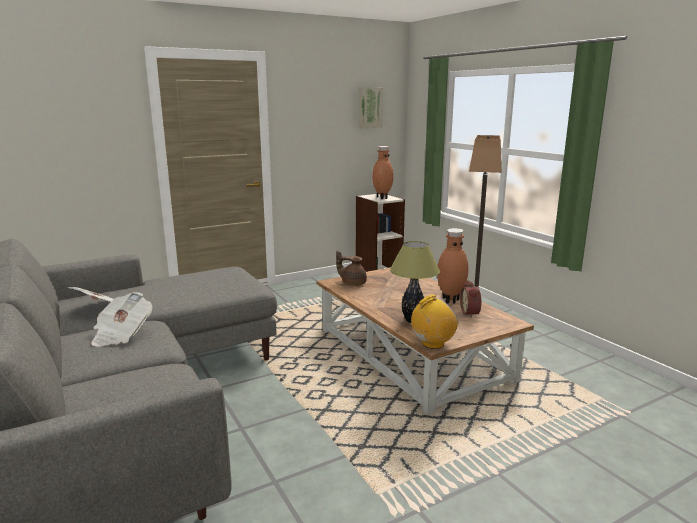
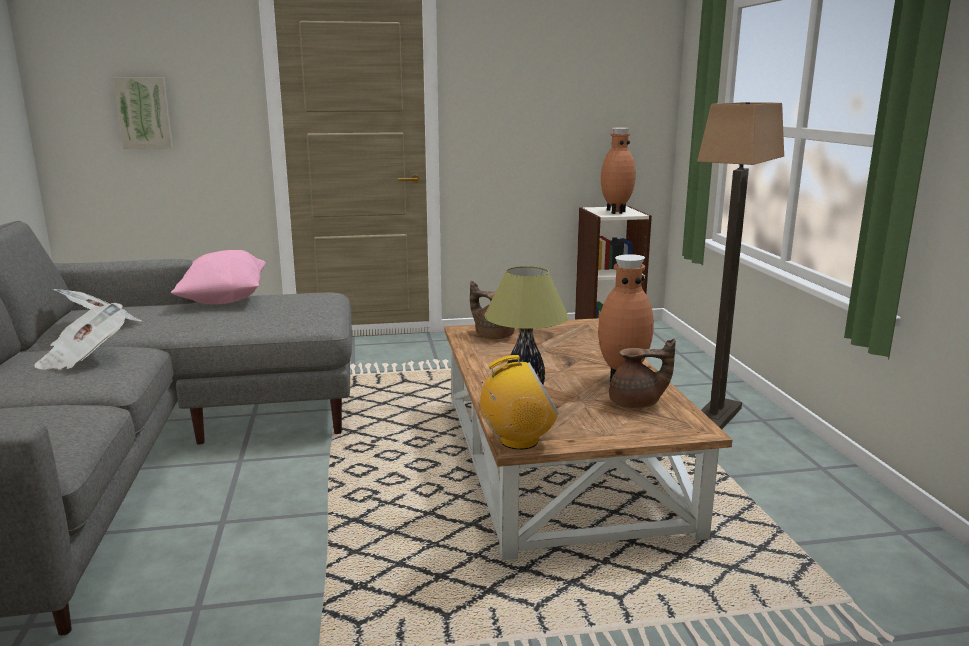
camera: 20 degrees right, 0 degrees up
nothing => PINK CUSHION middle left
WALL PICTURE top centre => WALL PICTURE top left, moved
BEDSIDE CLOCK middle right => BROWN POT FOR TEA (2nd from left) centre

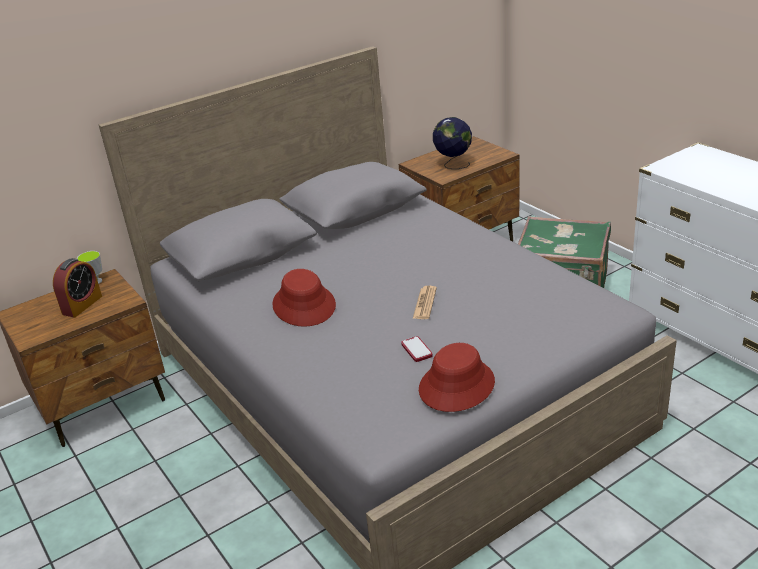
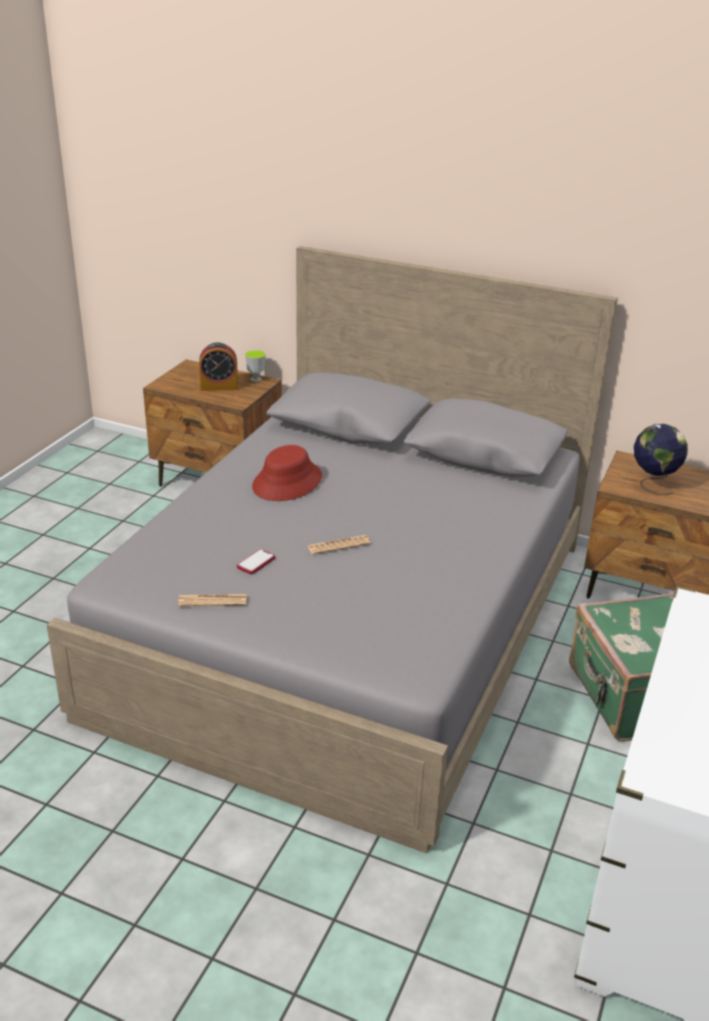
camera: 55 degrees right, 0 degrees up
RED-COLOURED HAT (2nd from left) centre => NEWSPAPER (1st from left) middle left

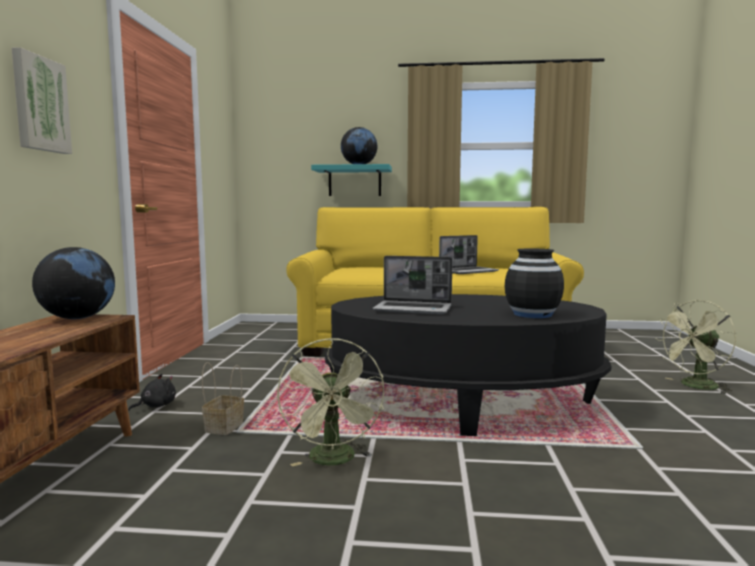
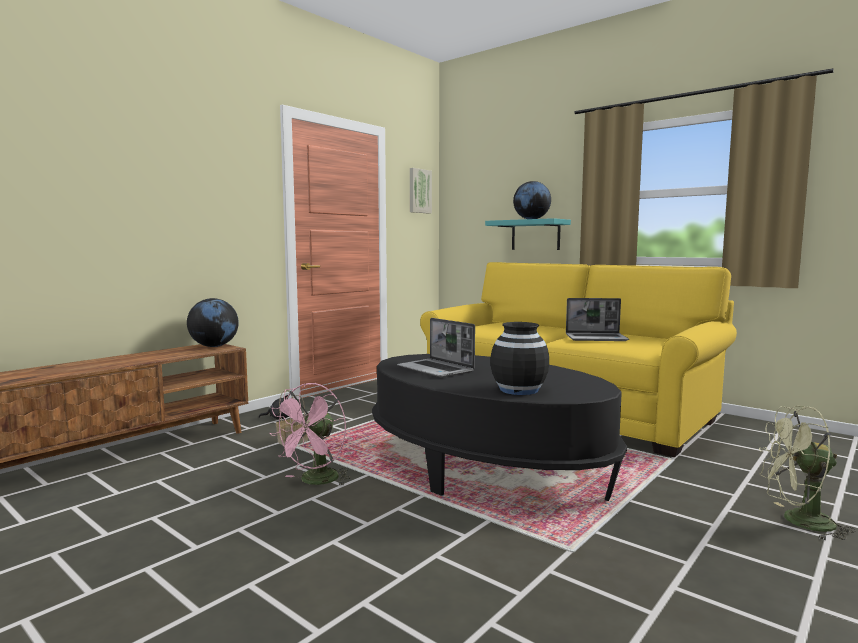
camera: 35 degrees right, 0 degrees up
WALL PICTURE top left => WALL PICTURE top centre, moved
GREEN-COLOURED ELECTRIC FAN (1st from left) bottom centre => PINK ELECTRIC FAN bottom centre

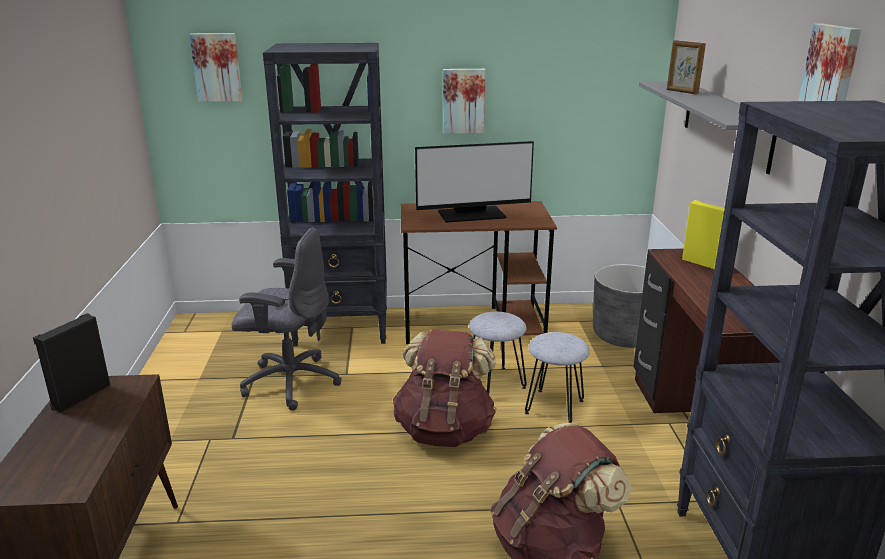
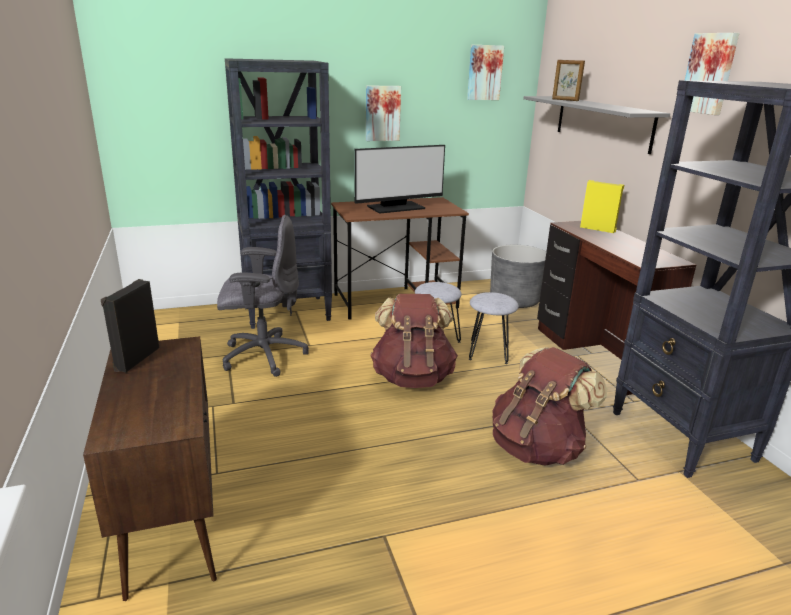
camera: 15 degrees left, 0 degrees up
WALL PICTURE (1st from left in the first image) top left => WALL PICTURE (2nd from left) top centre, moved

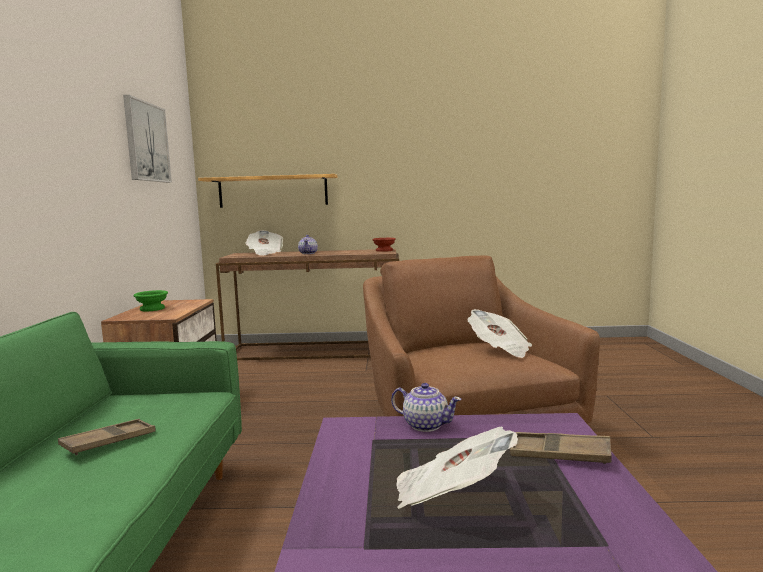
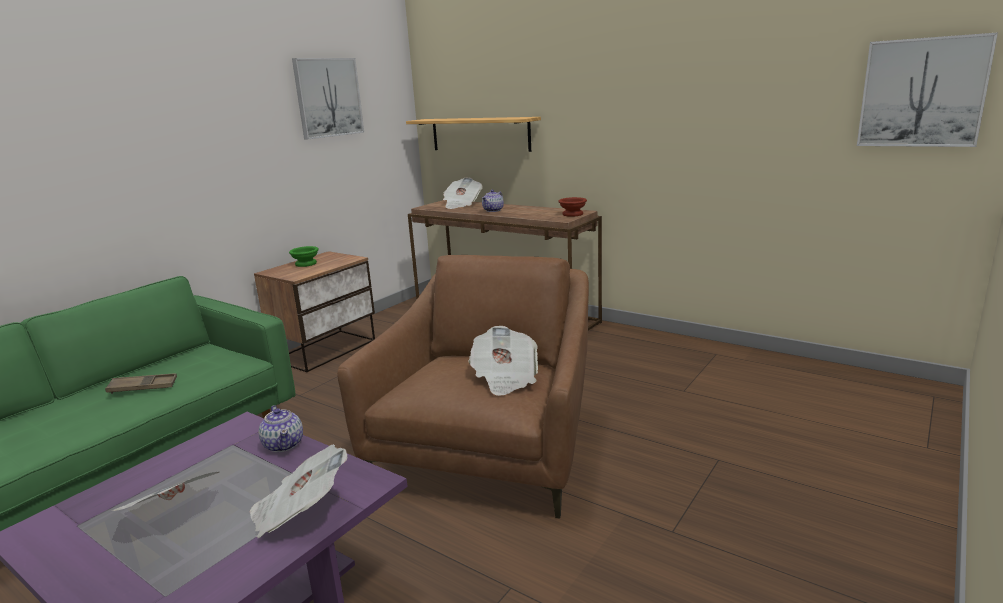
camera: 35 degrees right, 10 degrees up
nothing => WALL PICTURE (2nd from left) top right
BROWN TRAY (2nd from left) bottom right => NEWSPAPER (2nd from left) bottom left

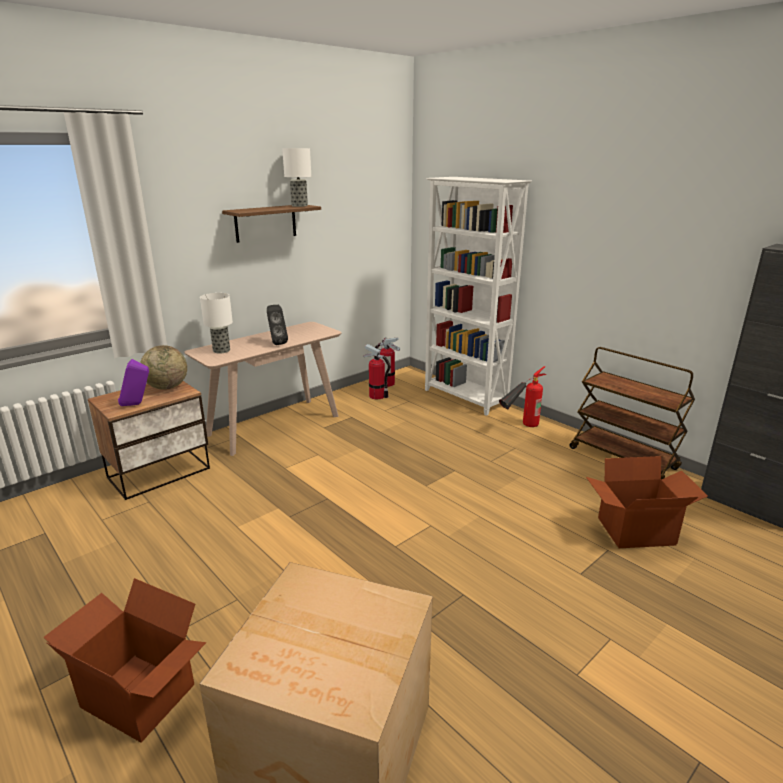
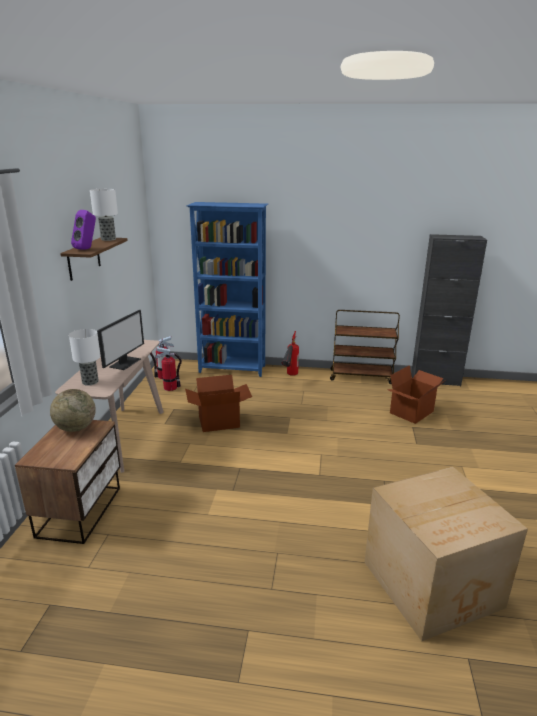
camera: 40 degrees left, 0 degrees up
CARTON (1st from left) bottom left => CARTON (1st from left) centre, moved
PURPLE-COLOURED SPEAKER middle left => PURPLE-COLOURED SPEAKER top left, moved
BLACK-COLOURED SPEAKER centre => MONITOR middle left
WHITE-COLOURED BOOKCASE centre => BLUE-COLOURED BOOKCASE centre

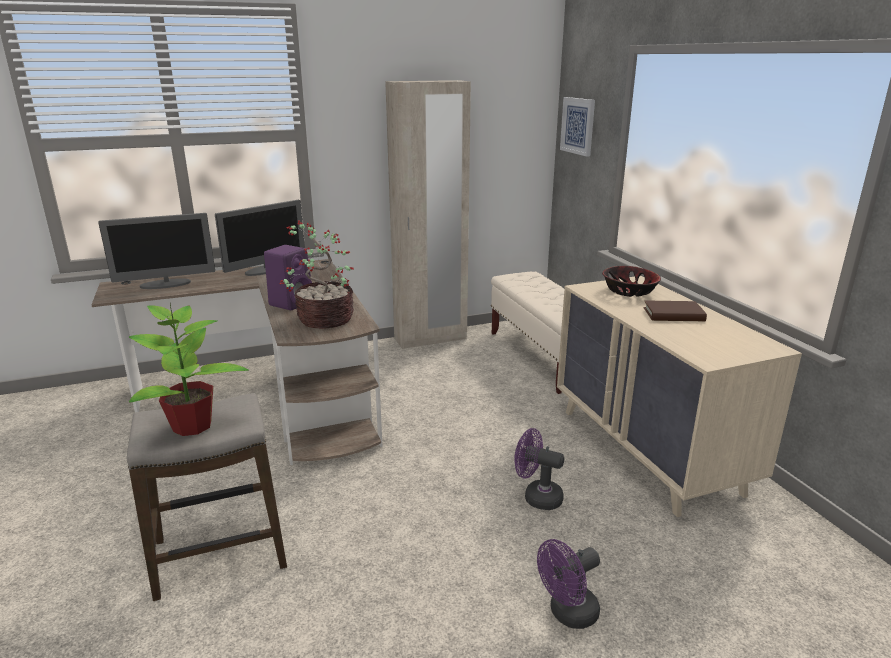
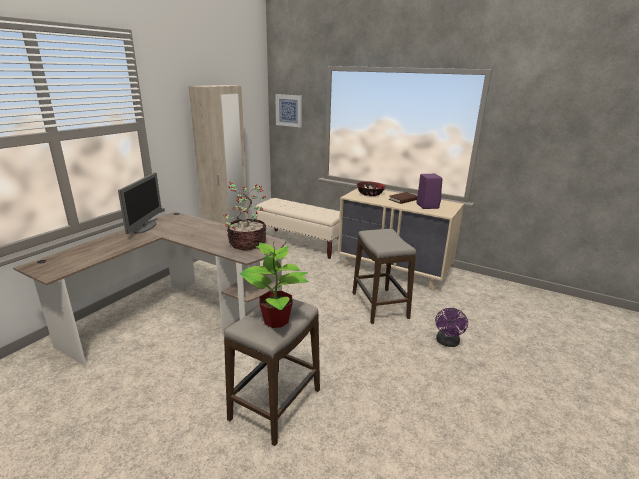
camera: 40 degrees left, 0 degrees up
MONITOR (1st from left) middle left => nothing
PURPLE-COLOURED SPEAKER middle left => PURPLE-COLOURED SPEAKER middle right, moved
PURPLE-COLOURED ELECTRIC FAN (1st from left) bottom centre => STOOL (2nd from left) centre

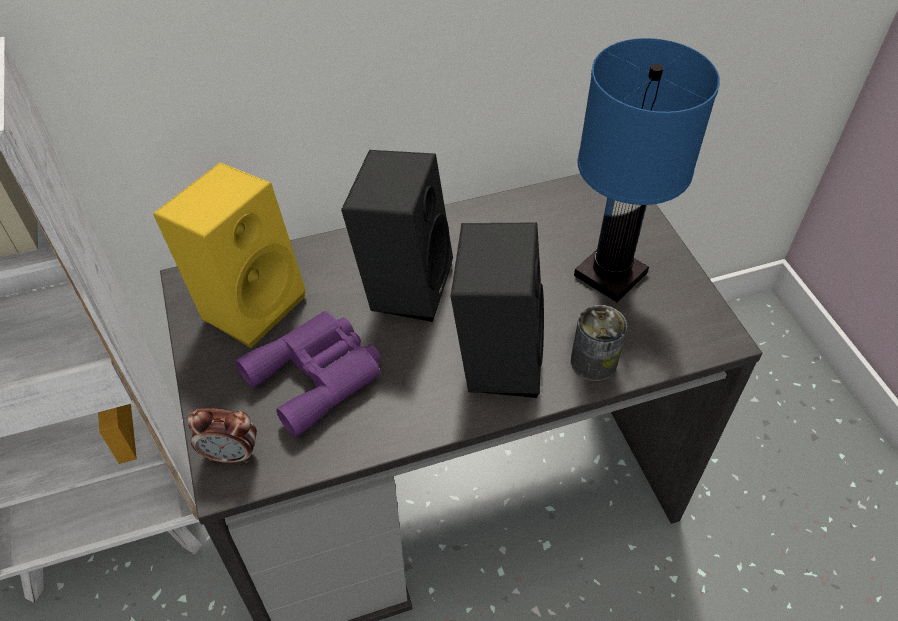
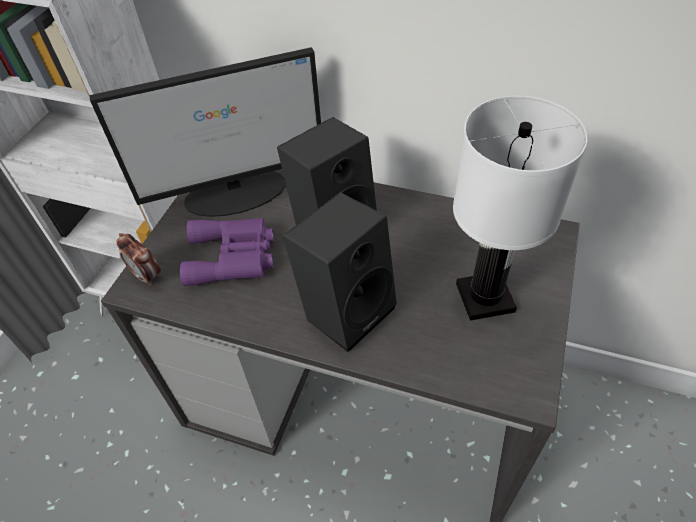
camera: 40 degrees right, 0 degrees up
SEALED CAN middle right => nothing
YELLOWISH SPEAKER middle left => MONITOR top left
BLUE-COLOURED LAMP FOR A TABLE top right => WHITE-COLOURED LAMP FOR A TABLE middle right

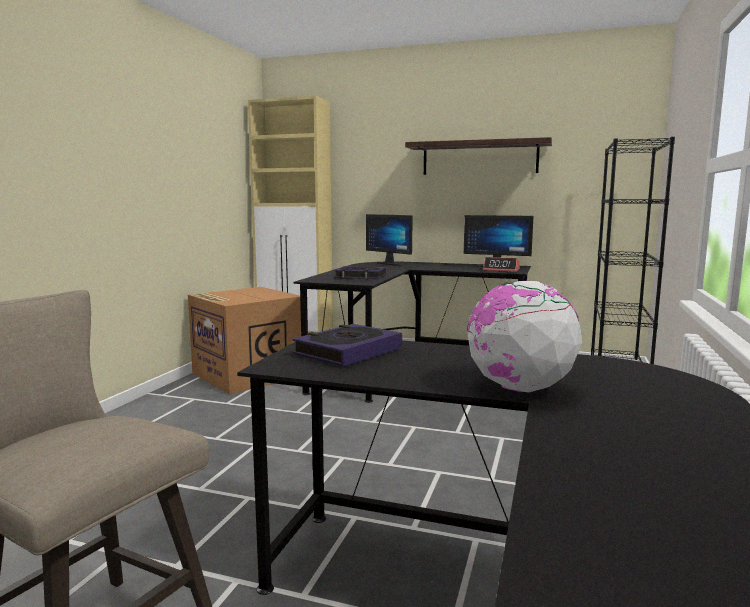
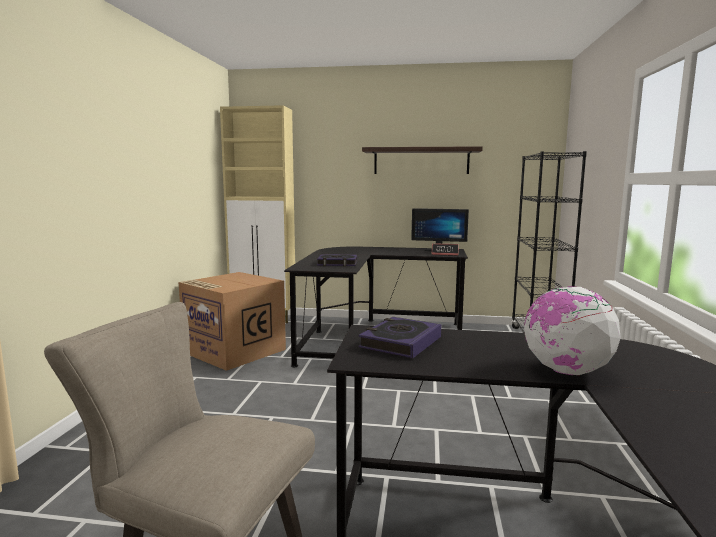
camera: 10 degrees left, 0 degrees up
MONITOR (1st from left) centre => nothing

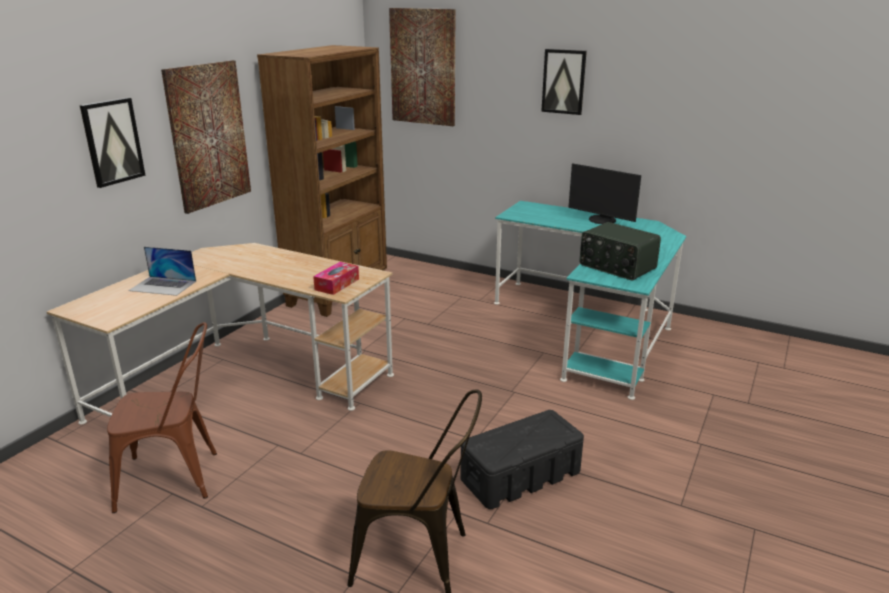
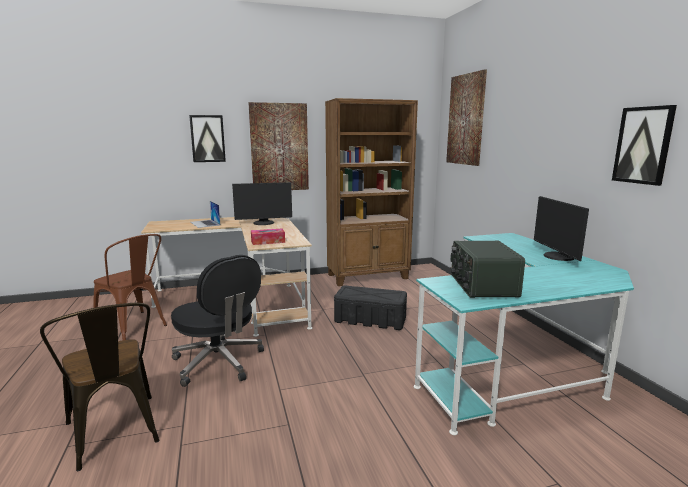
camera: 45 degrees right, 10 degrees down
nothing => BLACK-COLOURED OFFICE CHAIR middle left
nothing => MONITOR (1st from left) centre
BLACK-COLOURED STORAGE CONTAINER bottom centre => BLACK-COLOURED STORAGE CONTAINER centre, moved
WALL PICTURE (4th from left) top centre => WALL PICTURE (4th from left) top right, moved

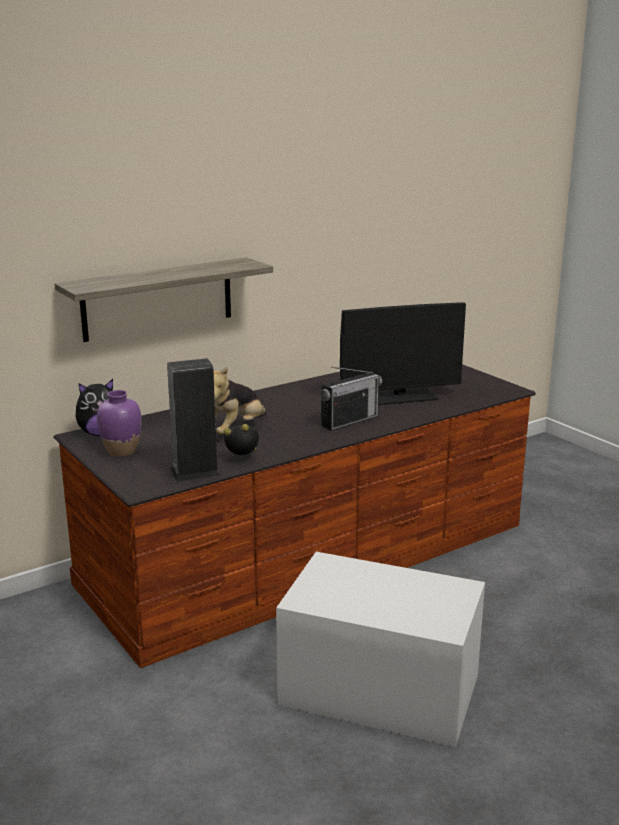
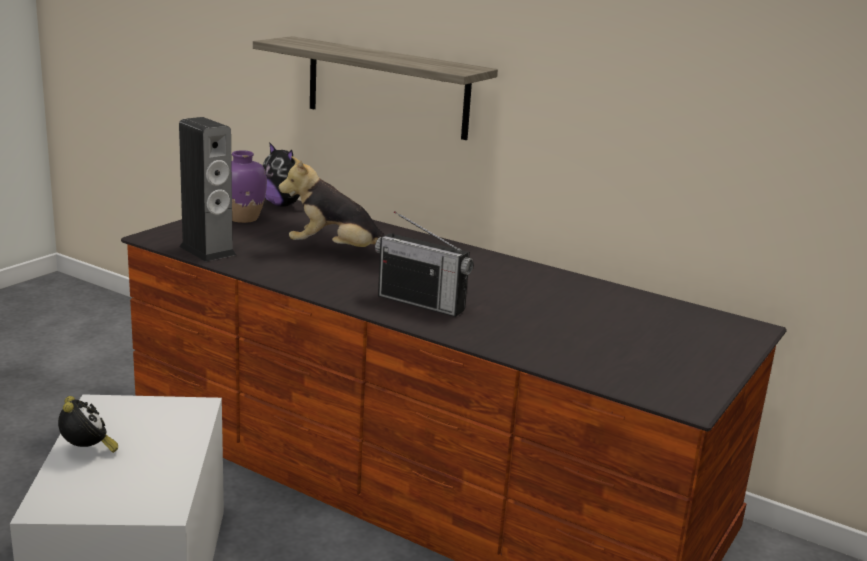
camera: 65 degrees right, 0 degrees up
MONITOR centre => nothing
BEDSIDE CLOCK centre => BEDSIDE CLOCK bottom left, moved

